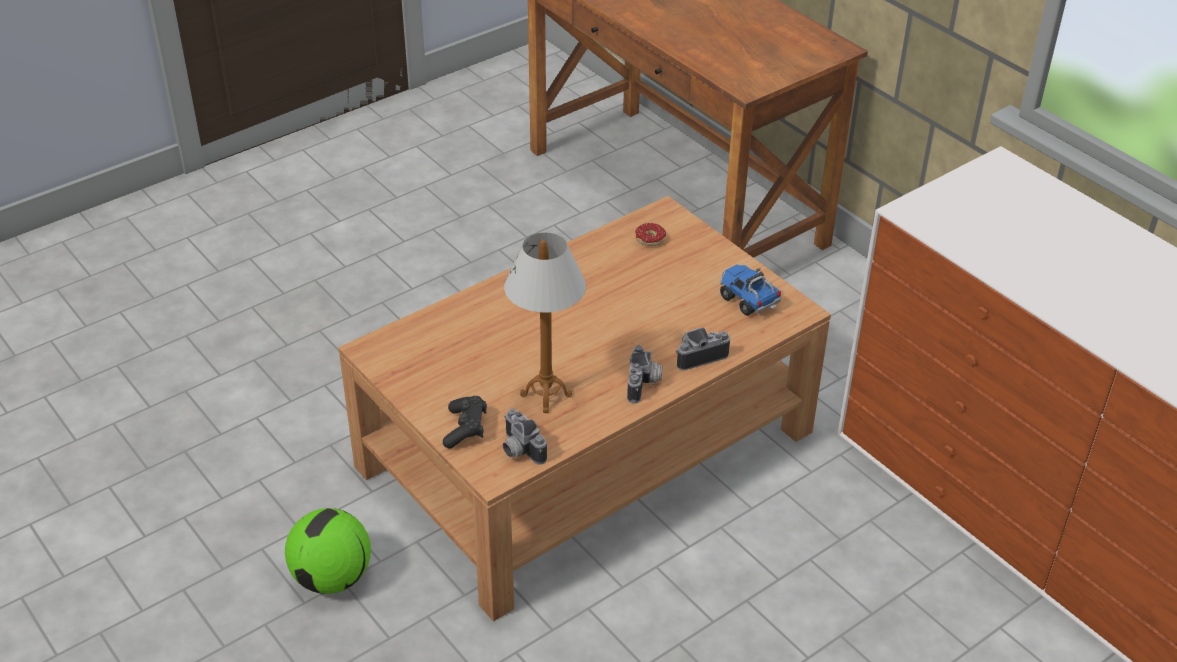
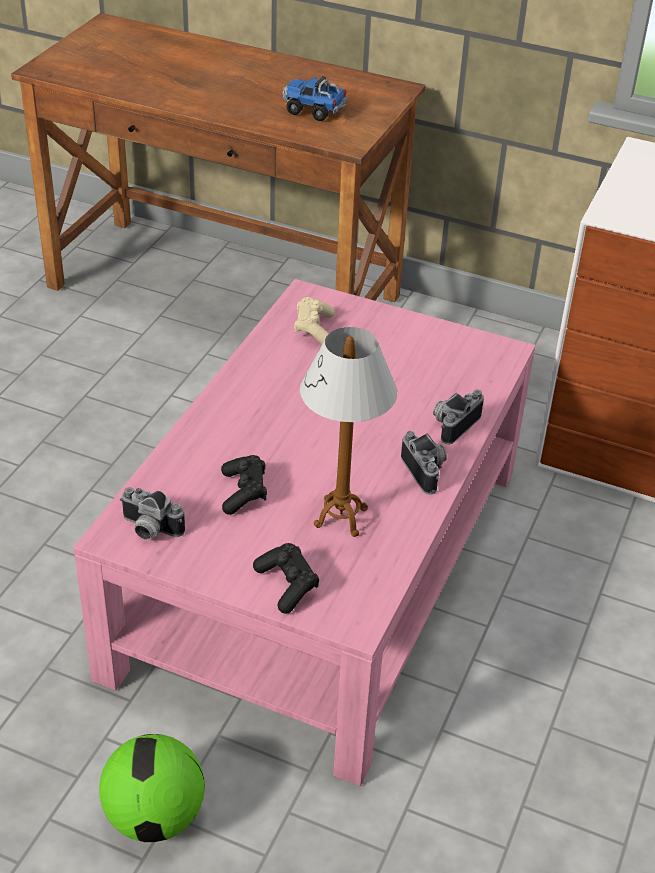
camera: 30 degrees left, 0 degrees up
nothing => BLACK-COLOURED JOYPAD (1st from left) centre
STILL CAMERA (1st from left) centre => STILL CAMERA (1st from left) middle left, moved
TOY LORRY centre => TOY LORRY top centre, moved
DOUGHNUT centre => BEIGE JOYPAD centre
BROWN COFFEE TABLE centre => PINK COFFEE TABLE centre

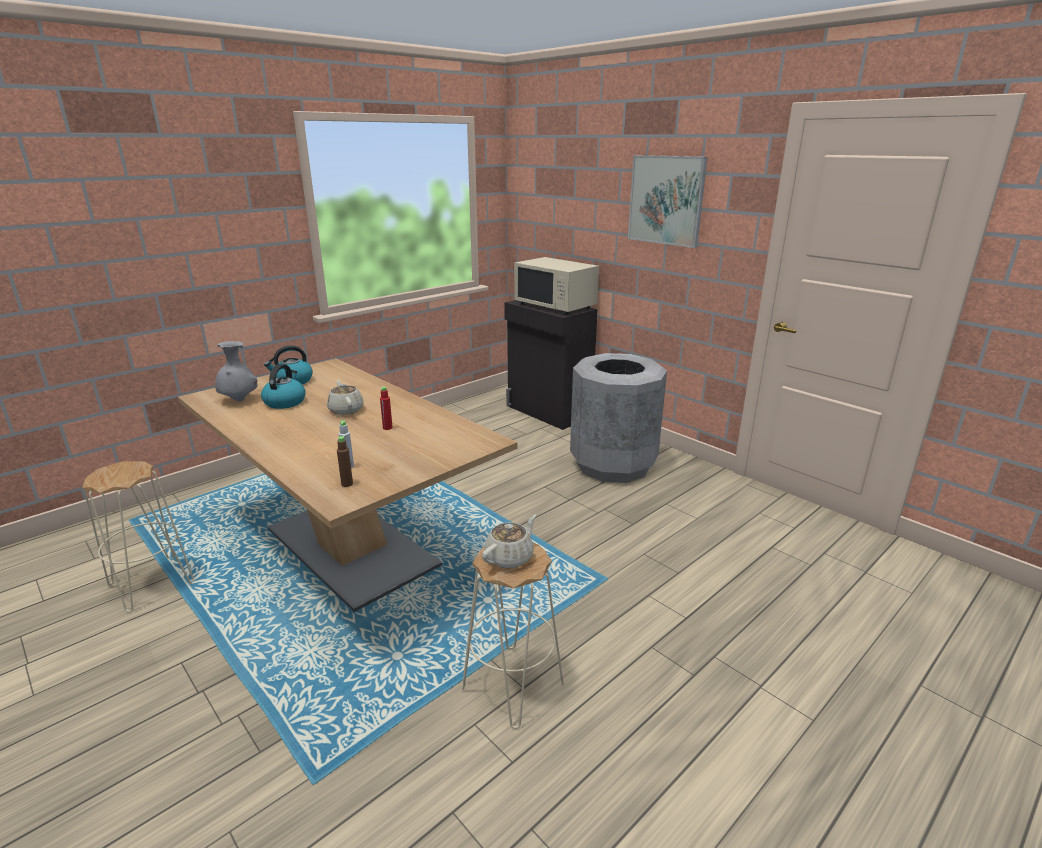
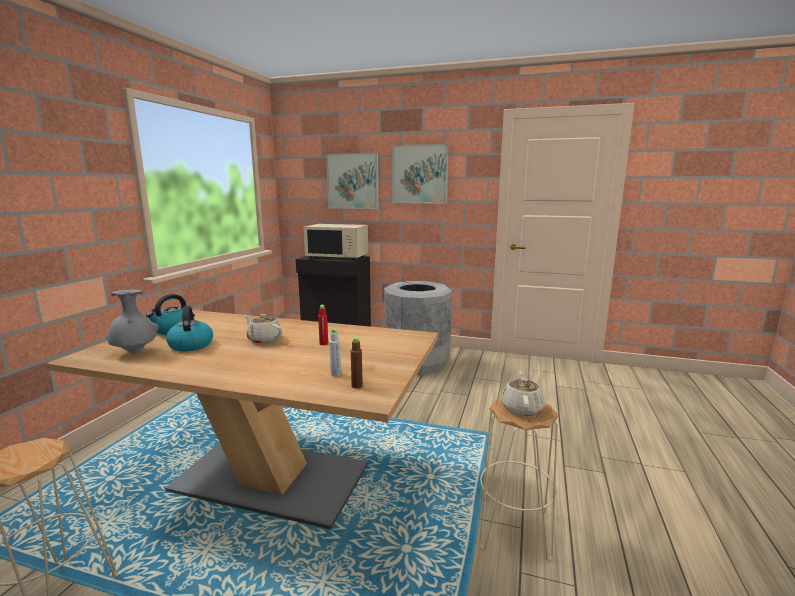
camera: 30 degrees left, 10 degrees down
nothing => WALL PICTURE (1st from left) top centre

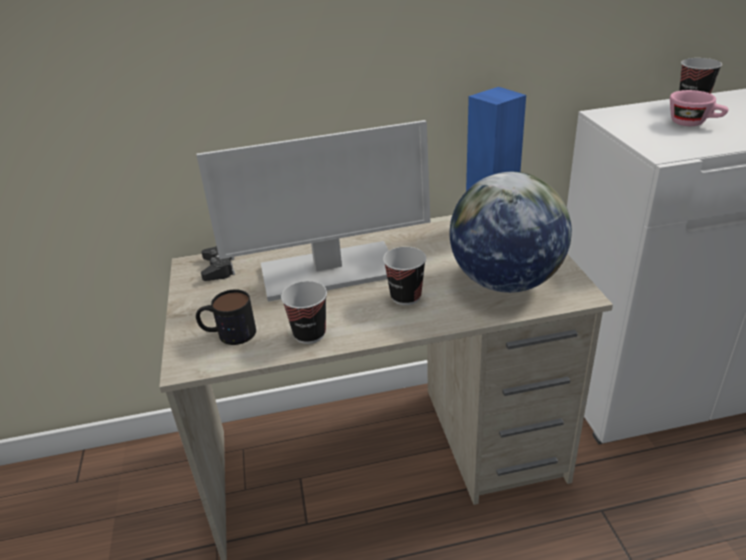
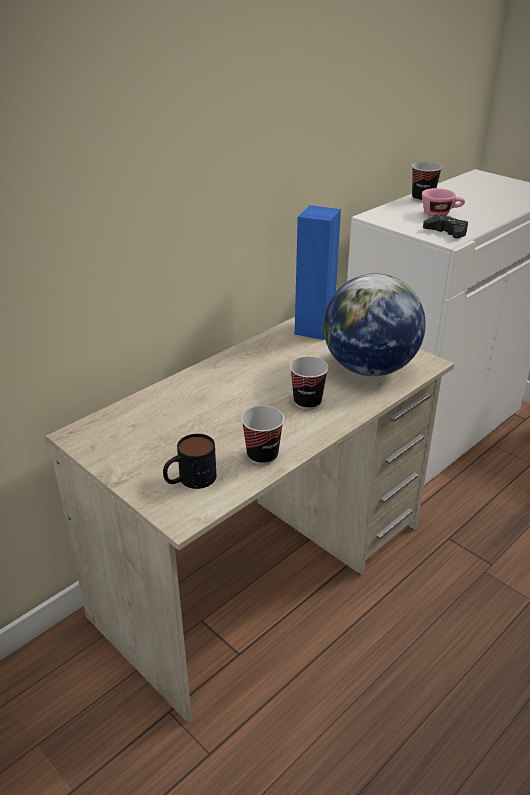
camera: 35 degrees left, 0 degrees up
MONITOR centre => nothing
BLACK-COLOURED JOYPAD middle left => BLACK-COLOURED JOYPAD top right, moved

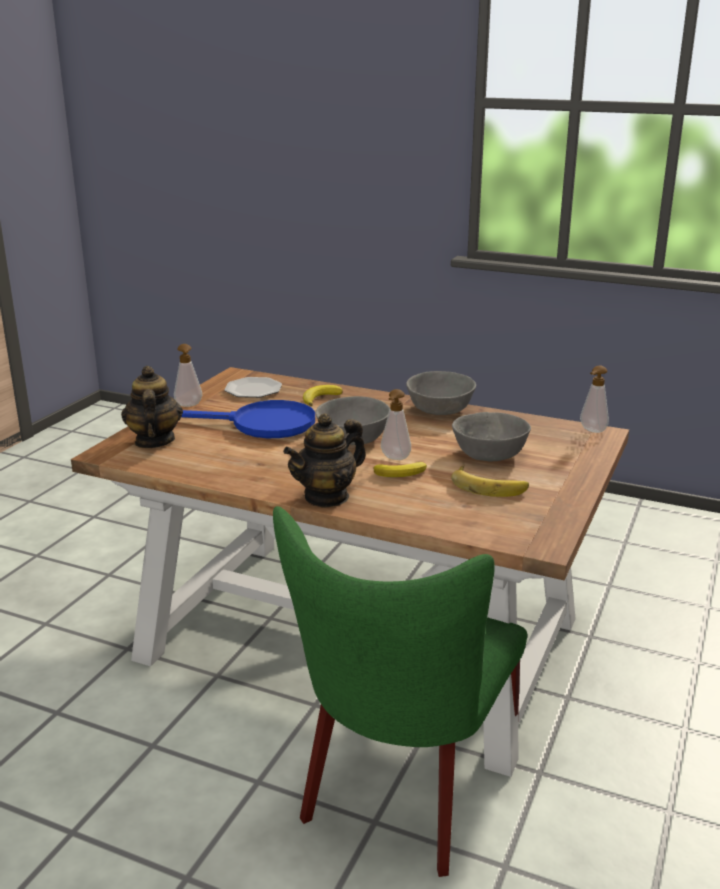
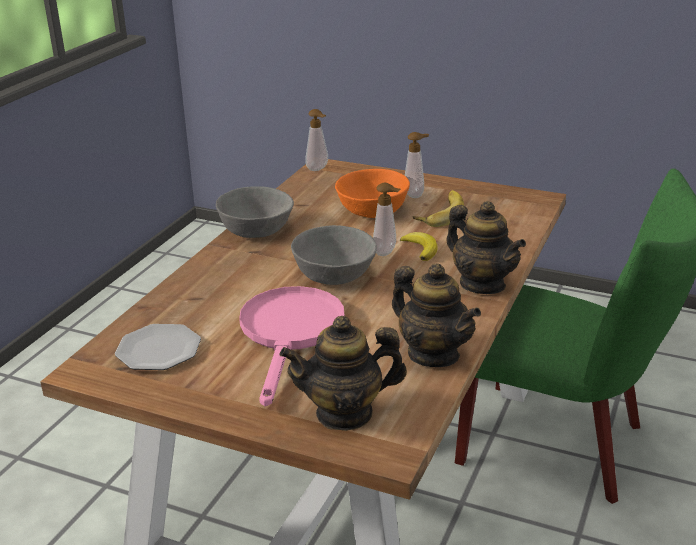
camera: 90 degrees left, 5 degrees up
WHOLE BANANA (1st from left) centre => nothing
nothing => POT FOR TEA (2nd from left) centre
LIQUID SOAP BOTTLE (1st from left in the first image) middle left => LIQUID SOAP BOTTLE (3rd from left) top centre, moved
BLUE-COLOURED FRYING PAN centre => PINK FRYING PAN centre
GRAY BOWL (3rd from left) middle right => ORANGE BOWL centre

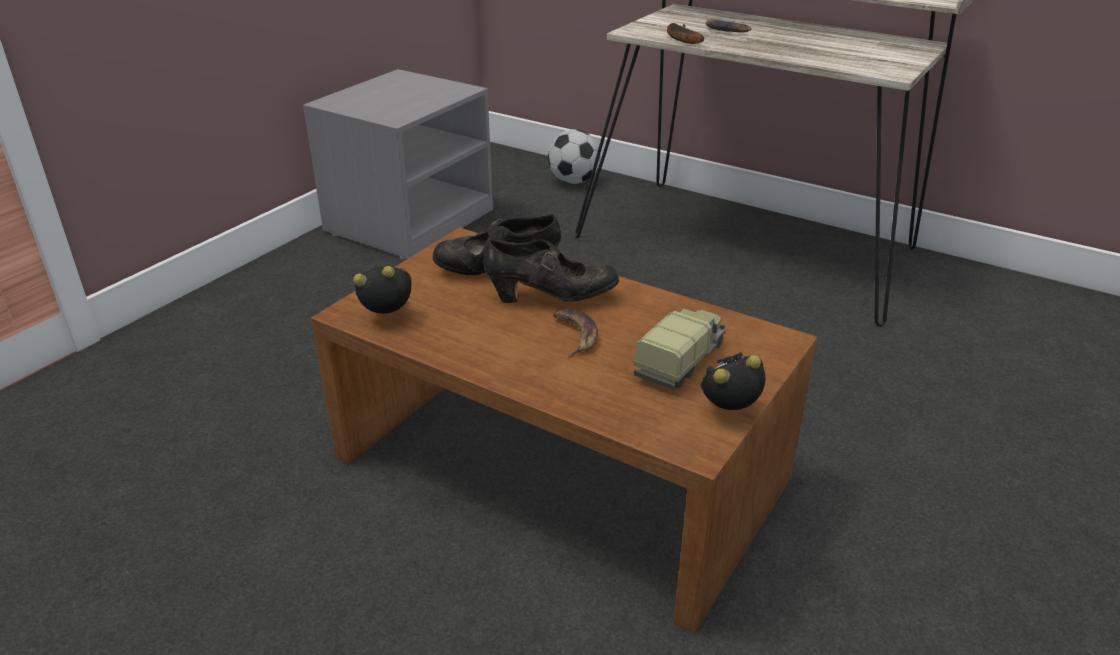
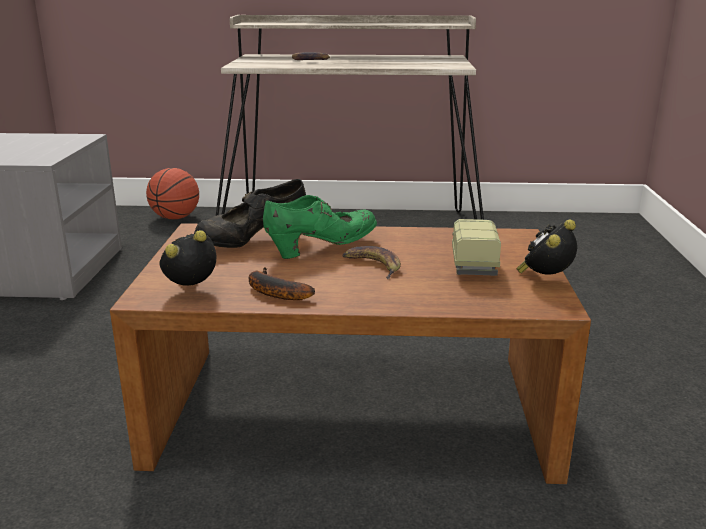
camera: 30 degrees left, 10 degrees down
WHOLE BANANA (2nd from left in the first image) top centre => WHOLE BANANA (1st from left) centre, moved
BALL FOR FOOTBALL top centre => BASKETBALL BALL middle left
BLACK-COLOURED SHOE (2nd from left) centre => GREEN-COLOURED SHOE centre

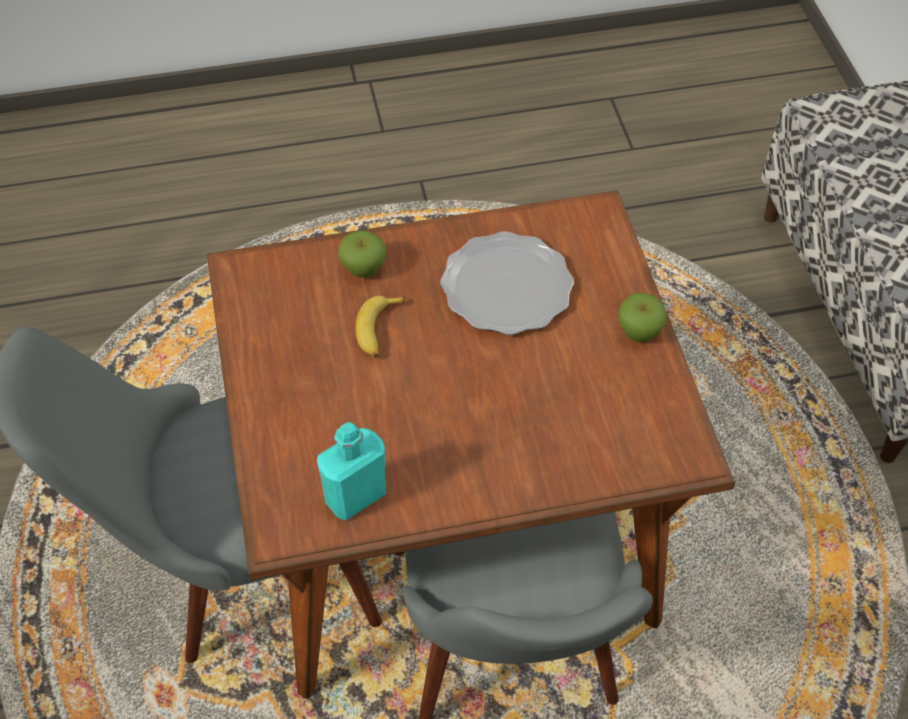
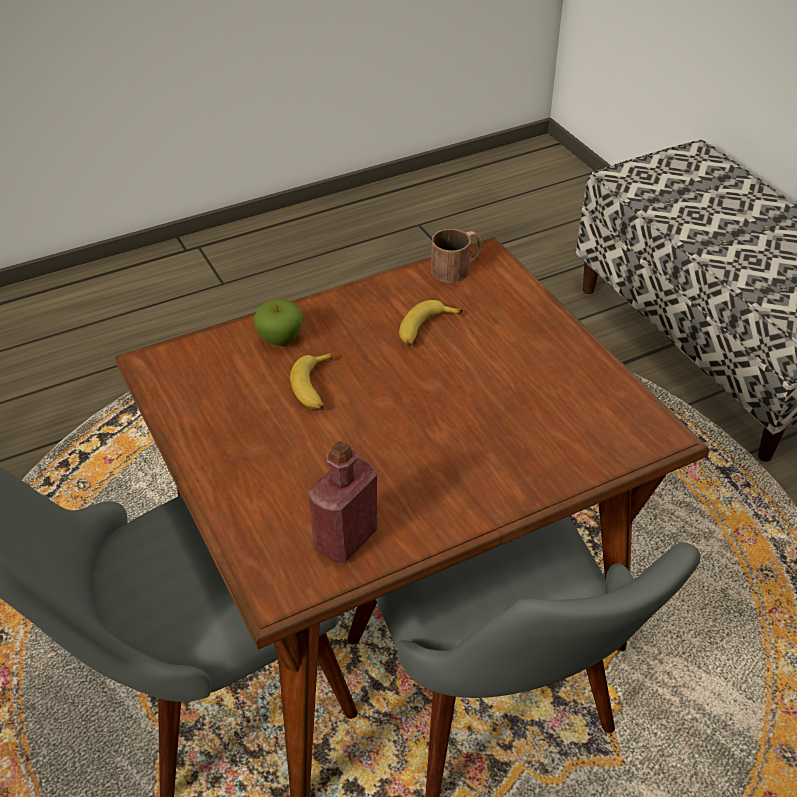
camera: 15 degrees left, 10 degrees down
APPLE (2nd from left) middle right => nothing
nothing => BROWN MUG top centre
FLAT DISH centre => WHOLE BANANA (2nd from left) centre
TURQUOISE BEVERAGE BOTTLE centre => RED-COLOURED BEVERAGE BOTTLE centre

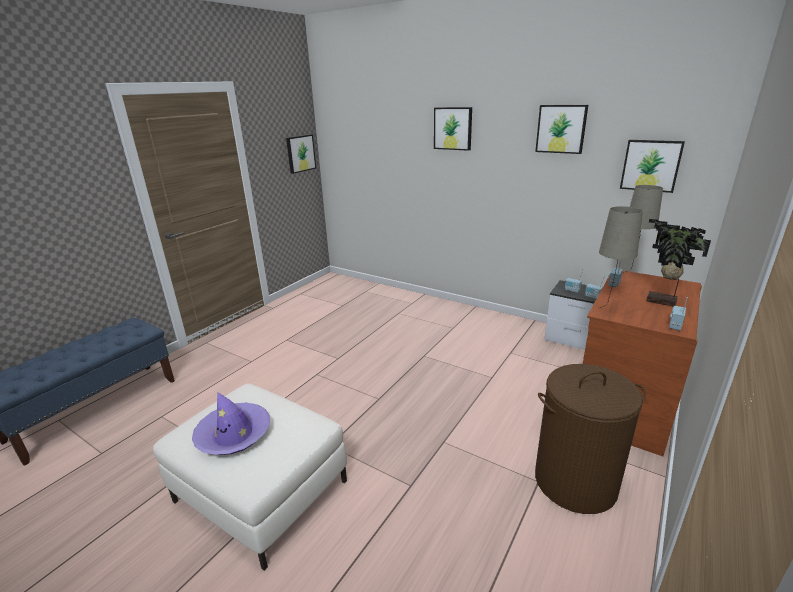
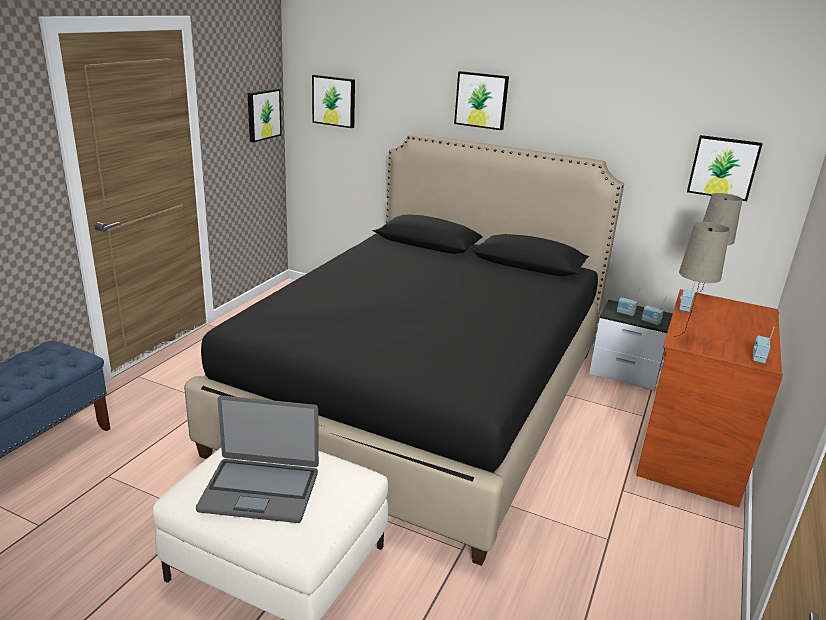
camera: 10 degrees left, 0 degrees up
BROWN WASHING BASKET bottom right => nothing
PLANT IN A POT middle right => nothing
nothing => BLACK-COLOURED BED centre
WALL PICTURE (3rd from left in the first image) top right => WALL PICTURE (2nd from left) top centre, moved
PURPLE-COLOURED HAT bottom left => PORTABLE COMPUTER bottom left

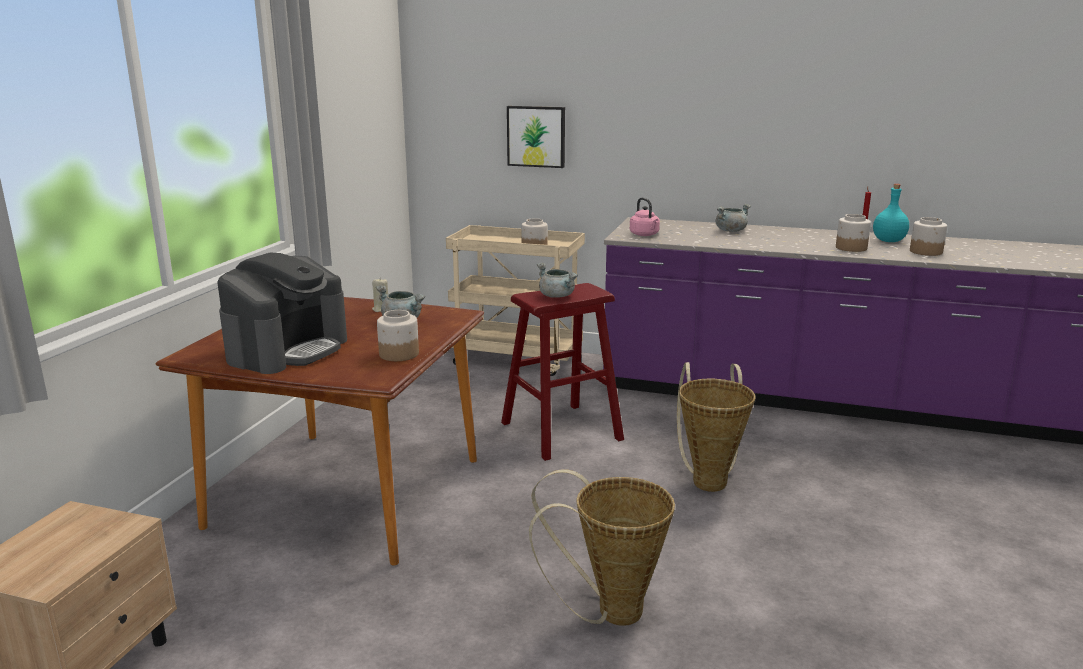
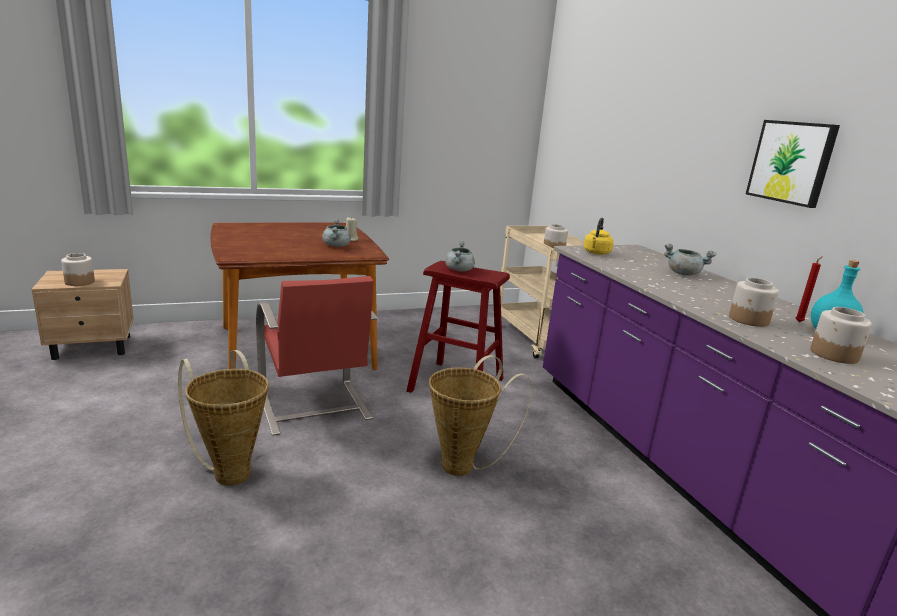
camera: 50 degrees right, 0 degrees up
COFFEE MACHINE middle left => nothing
nothing => RED-COLOURED CHAIR centre
PRESERVE JAR (1st from left) centre => PRESERVE JAR (1st from left) middle left, moved
WALL PICTURE top centre => WALL PICTURE top right, moved
PINK TEA KETTLE top centre => YELLOWISH TEA KETTLE middle right

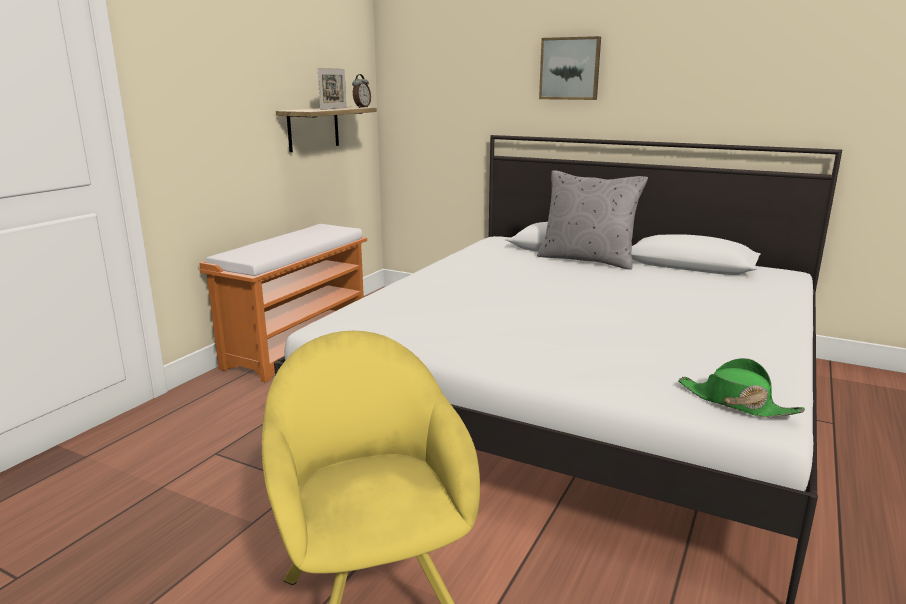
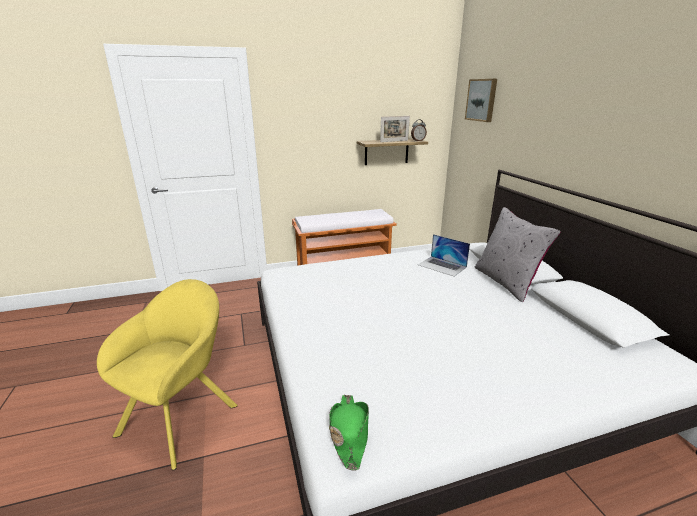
camera: 45 degrees right, 5 degrees up
nothing => PORTABLE COMPUTER centre
WALL PICTURE top centre => WALL PICTURE top right, moved

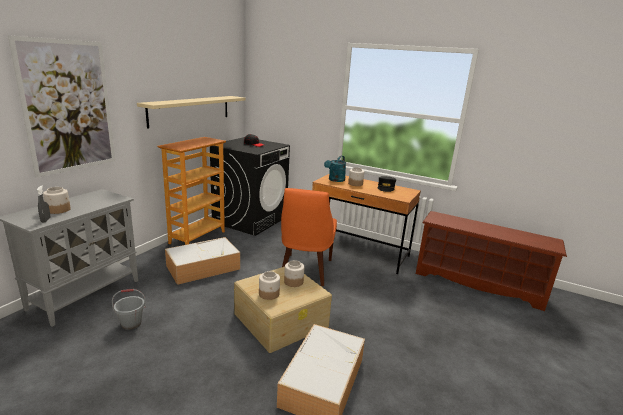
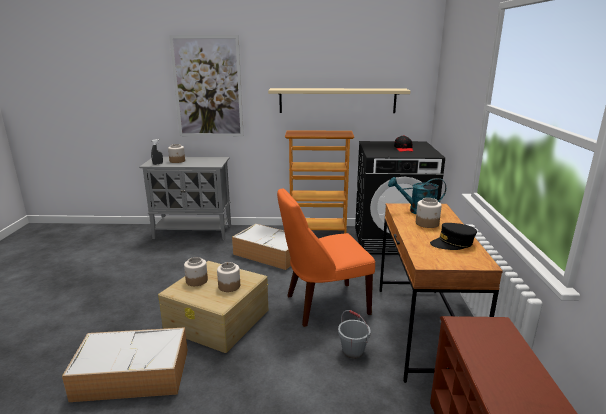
camera: 65 degrees right, 0 degrees up
GRAY WATER BUCKET bottom left => GRAY WATER BUCKET bottom centre, moved

